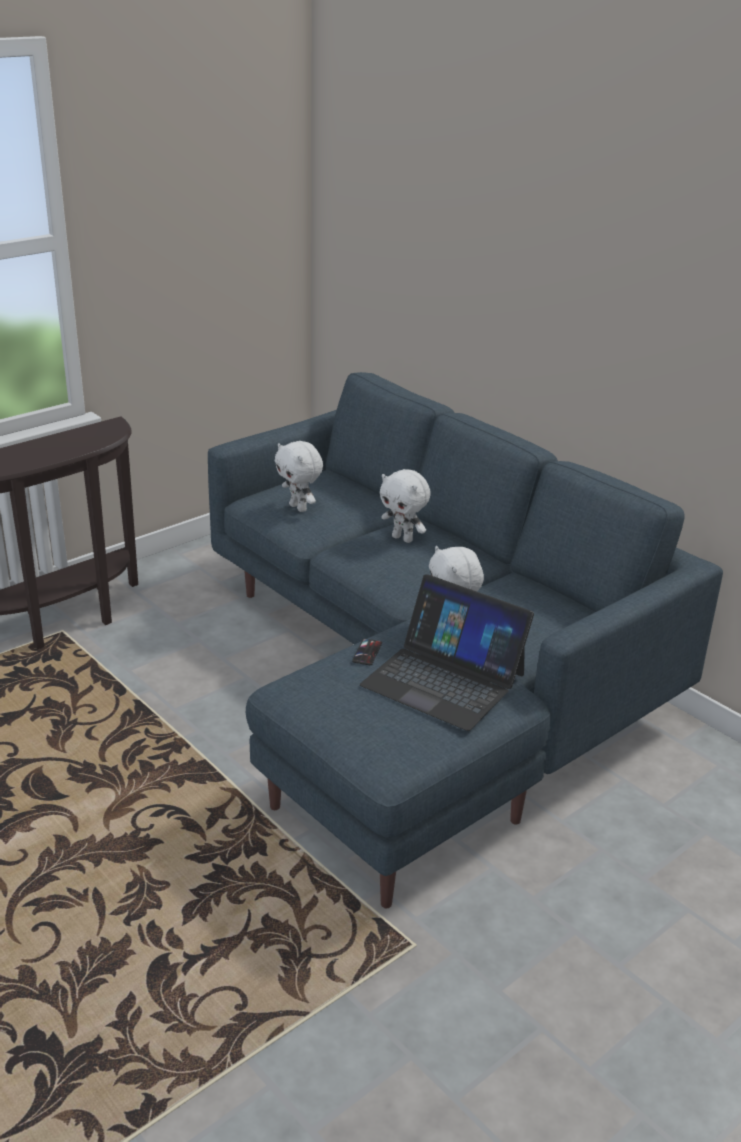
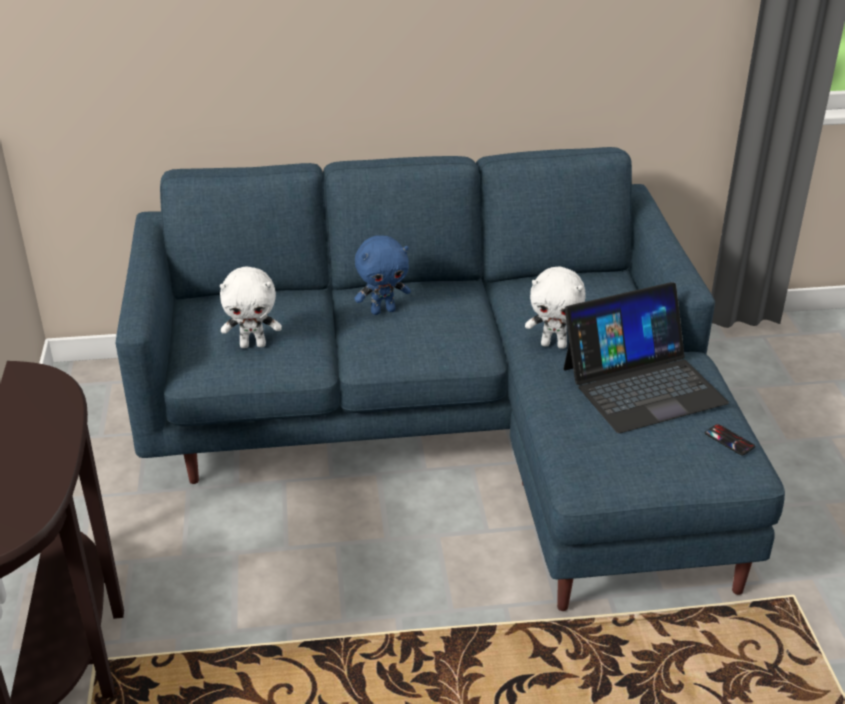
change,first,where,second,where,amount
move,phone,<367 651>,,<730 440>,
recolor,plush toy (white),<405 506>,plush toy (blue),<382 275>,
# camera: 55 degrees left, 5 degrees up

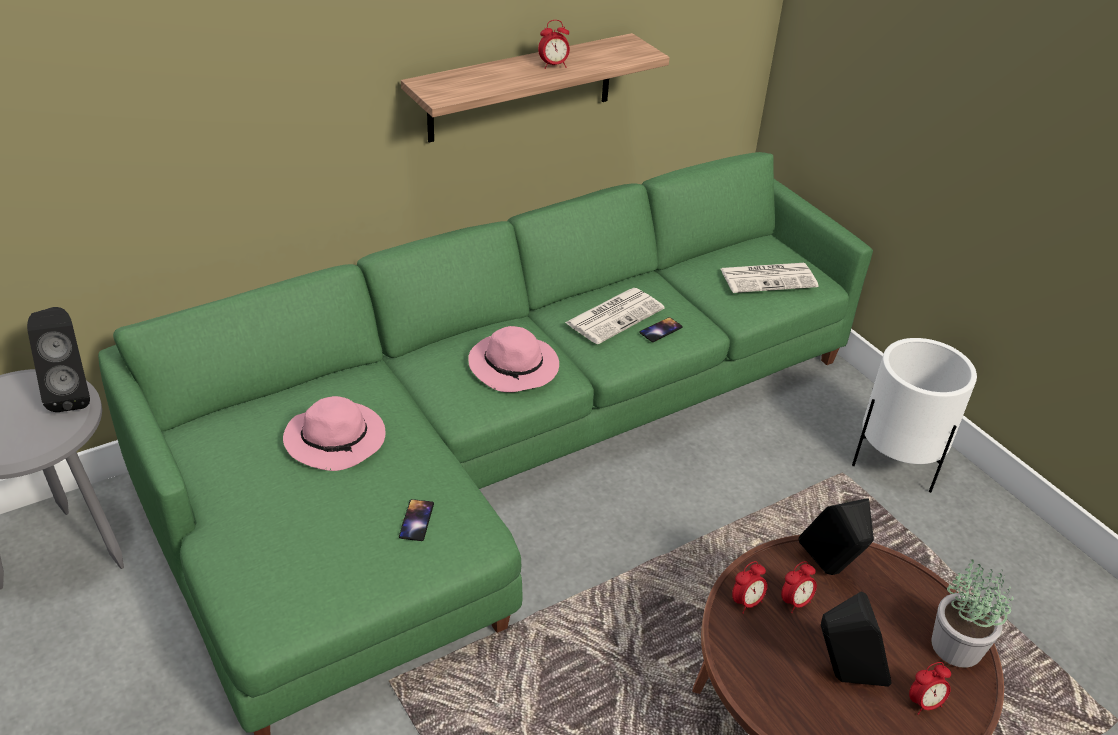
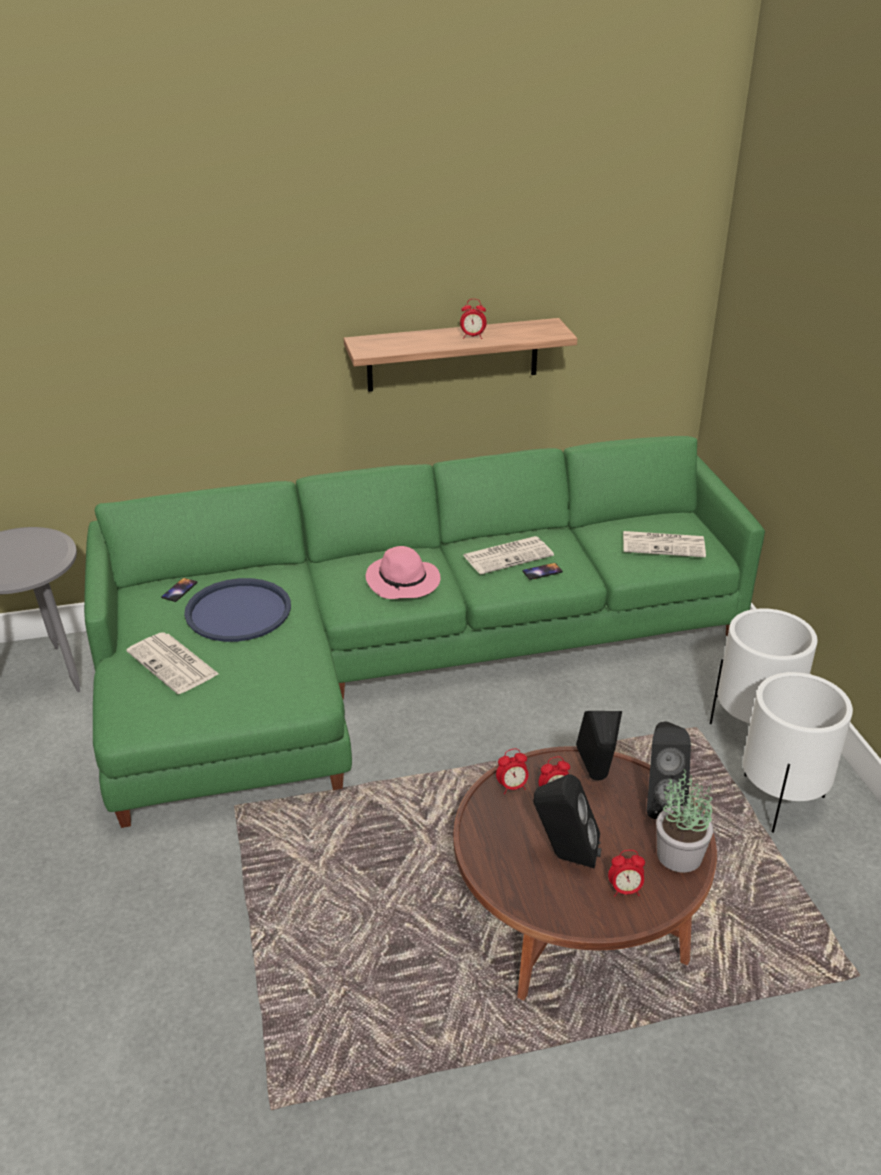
change,first,where,second,where,amount
move,speaker (black),<58 359>,,<669 770>,
replace,hat (pink),<334 433>,tray (blue),<237 610>,
move,phone,<416 520>,,<179 590>,
insert,,,newspaper,<172 663>,
insert,,,planter (white),<798 752>,
# camera: 20 degrees right, 5 degrees down

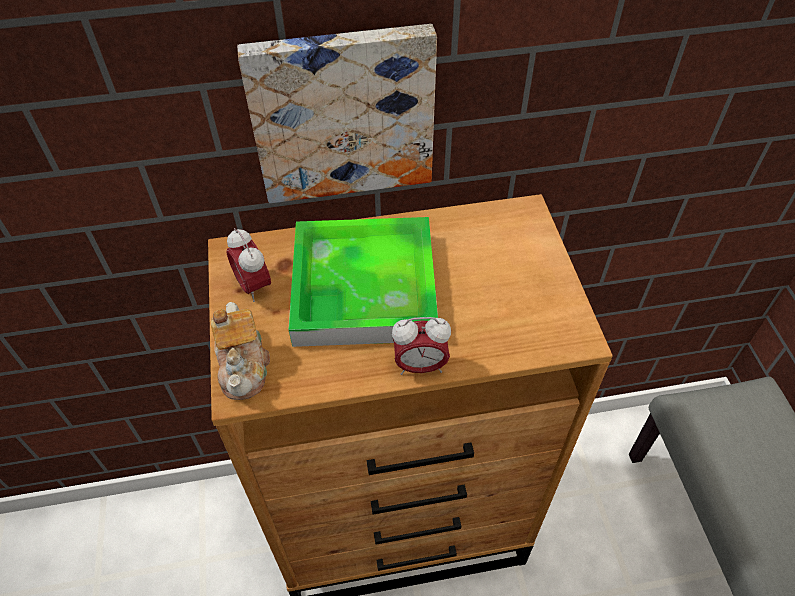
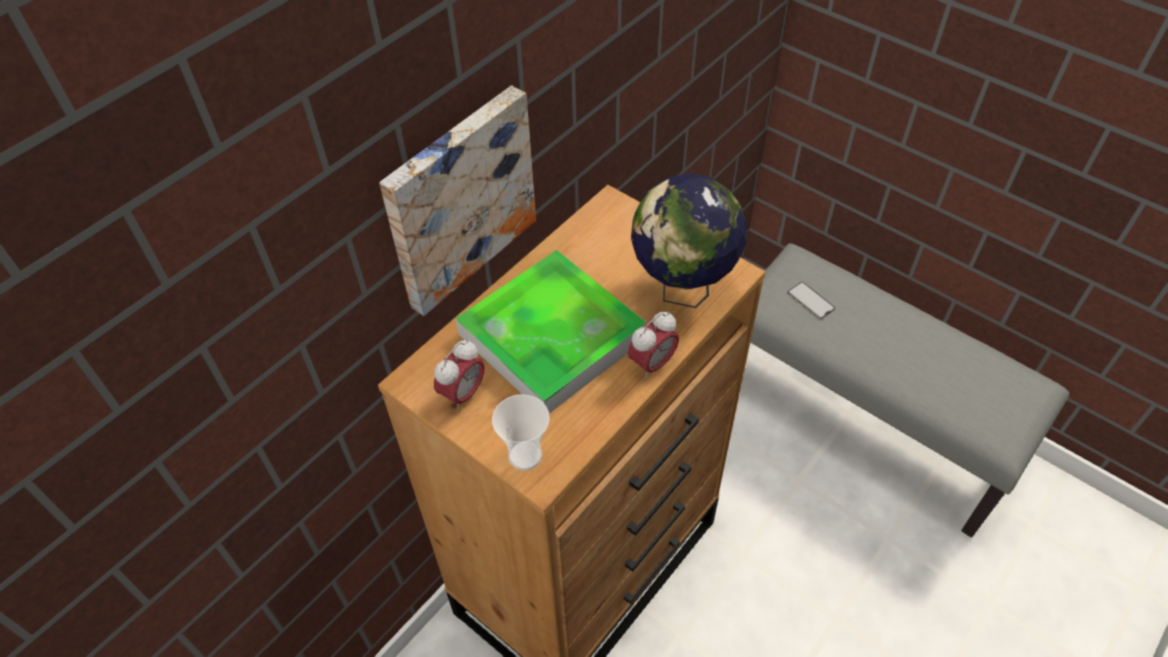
change,first,where,second,where,amount
replace,teapot,<240 351>,cup,<521 432>,
rotate,alarm clock,<248 265>,,<459 375>,75 degrees counterclockwise
insert,,,globe,<689 240>,
insert,,,phone,<811 300>,
# camera: 40 degrees left, 0 degrees up

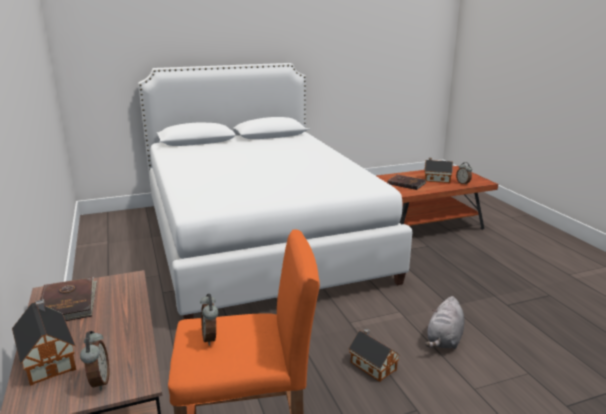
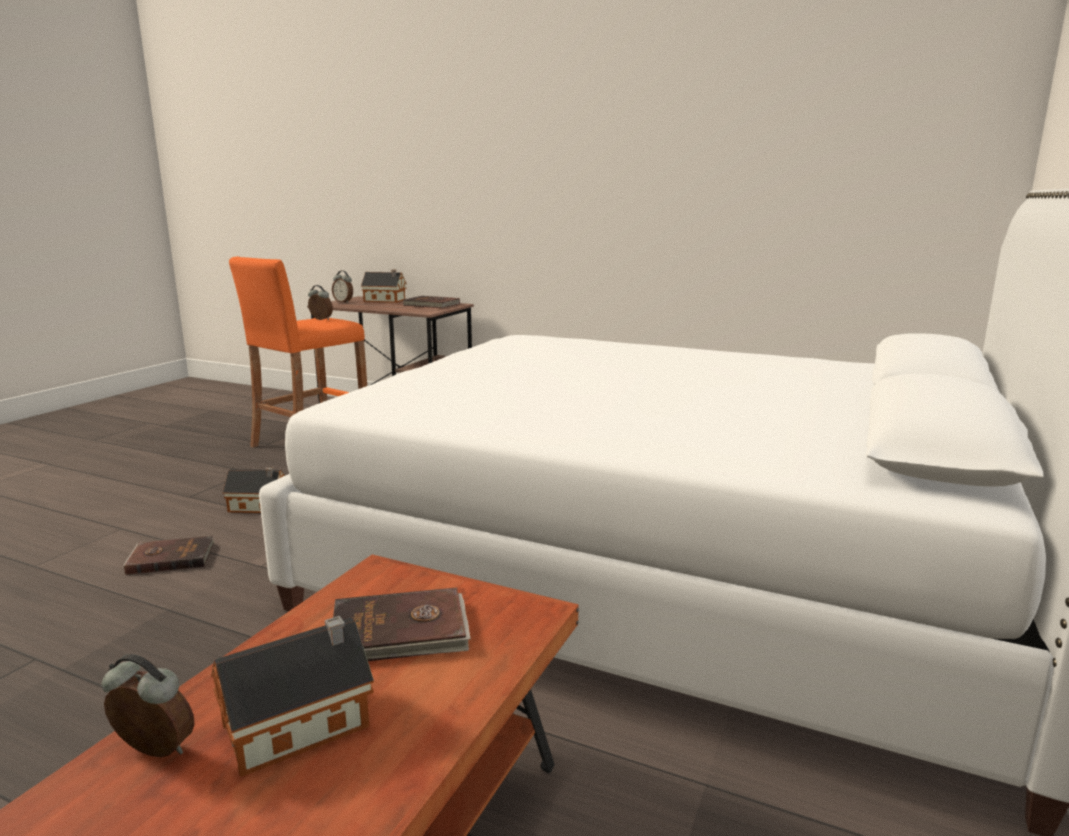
change,first,where,second,where,amount
replace,plush toy (grey),<444 322>,book (brown),<169 555>,
# camera: 135 degrees right, 5 degrees down

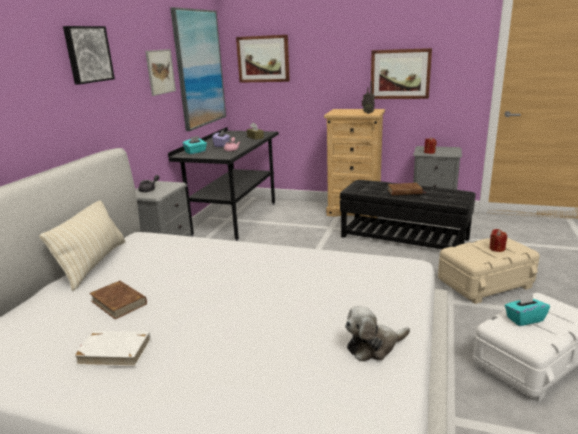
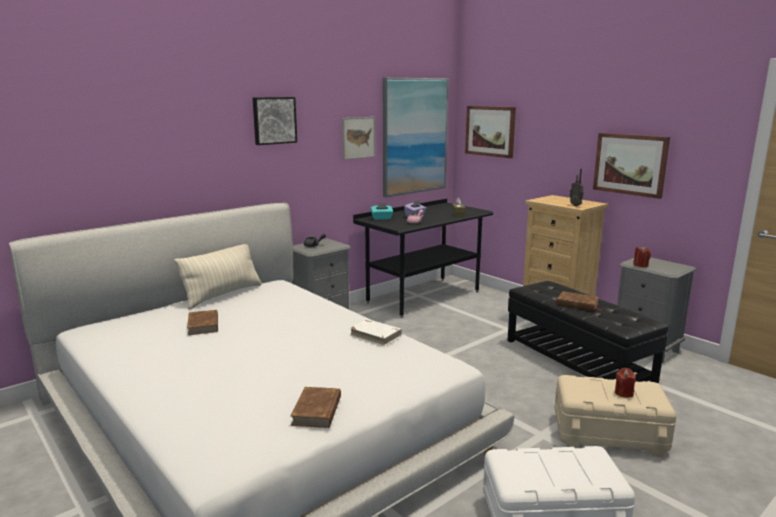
change,first,where,second,where,amount
move,book (white),<112 349>,,<376 332>,
replace,plush toy,<377 333>,book (brown),<315 407>,
delete,tissue box (turquoise),<527 309>,,,
# camera: 30 degrees right, 5 degrees down

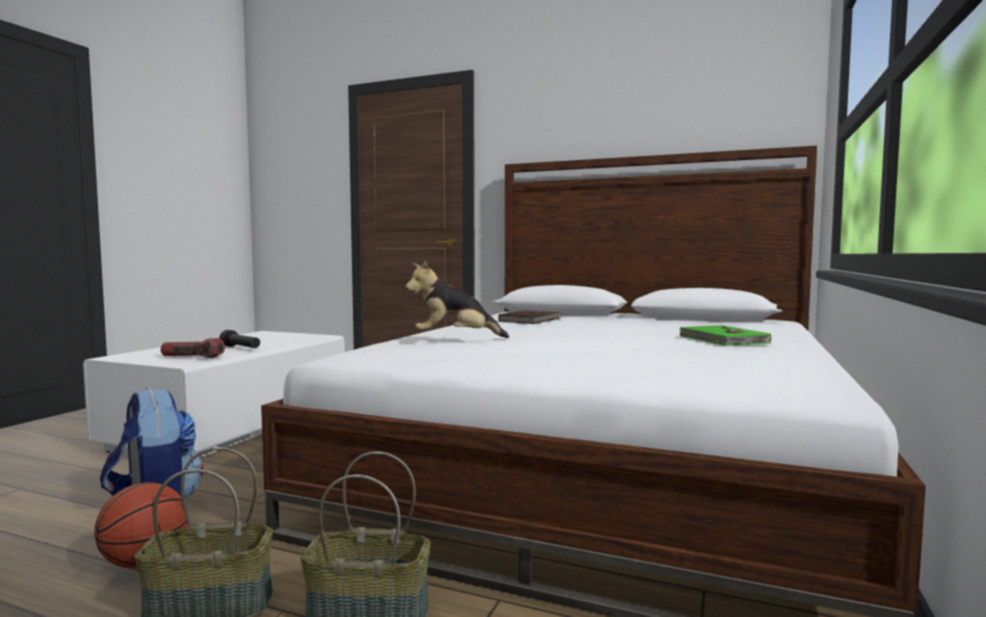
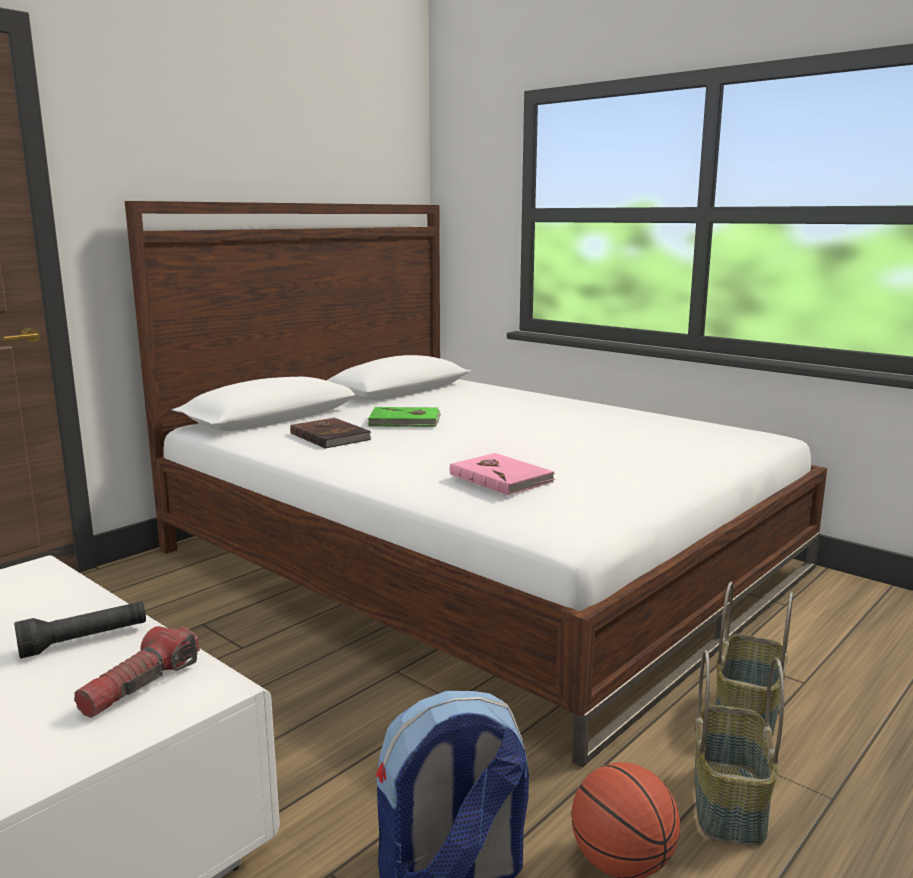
change,first,where,second,where,amount
replace,plush toy,<457 299>,book (pink),<502 474>,
move,book (green),<725 335>,,<404 417>,
# camera: 70 degrees left, 10 degrees up

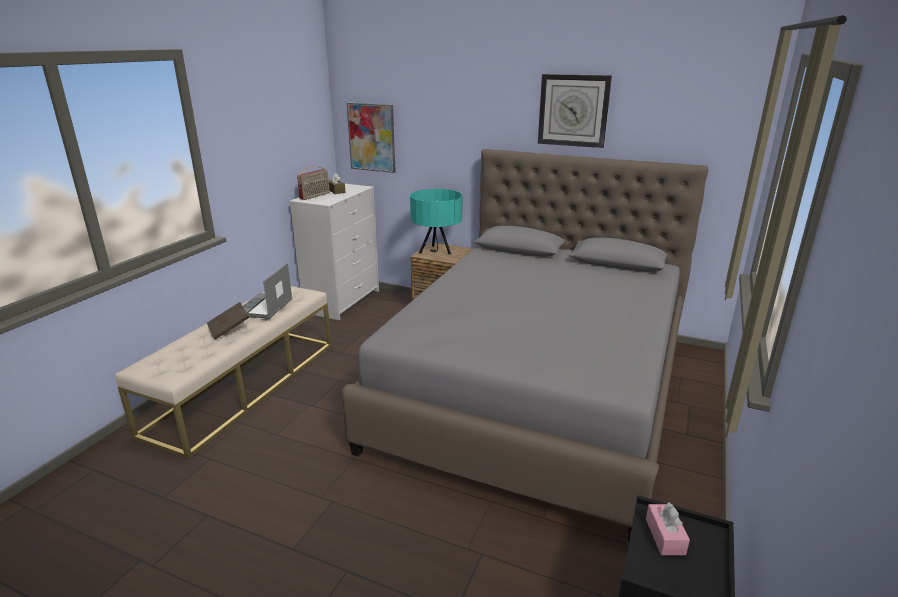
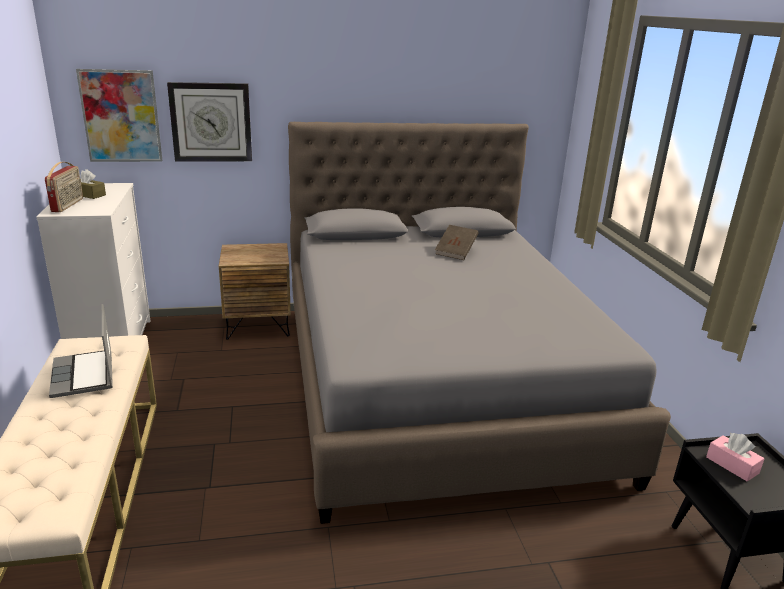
change,first,where,second,where,amount
move,book (brown),<228 321>,,<457 242>,
delete,table lamp (turquoise),<436 222>,,,
move,wall clock,<575 111>,,<209 122>,
# camera: 35 degrees left, 0 degrees up

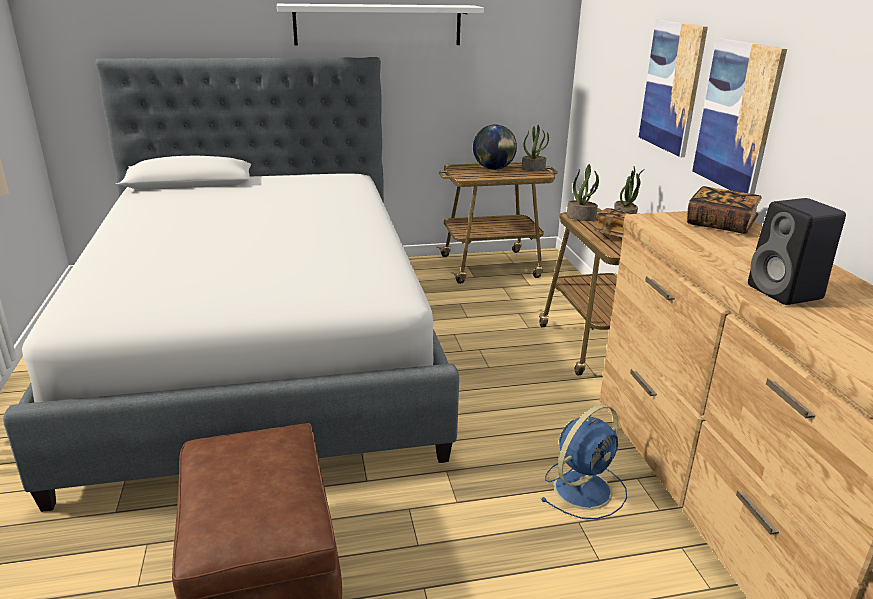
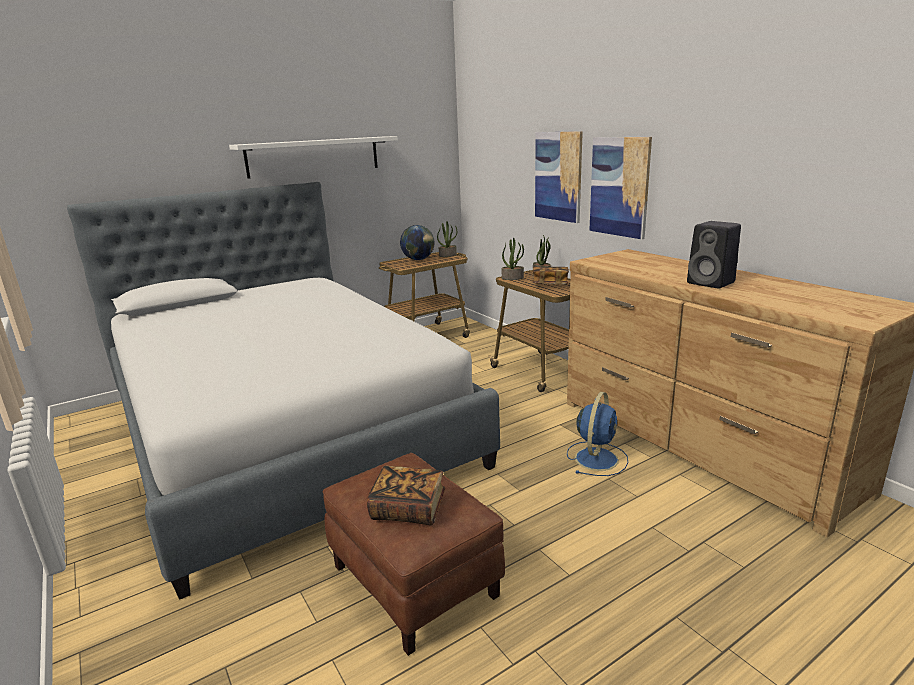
change,first,where,second,where,amount
move,book,<724 210>,,<406 495>,
# camera: 20 degrees left, 5 degrees down

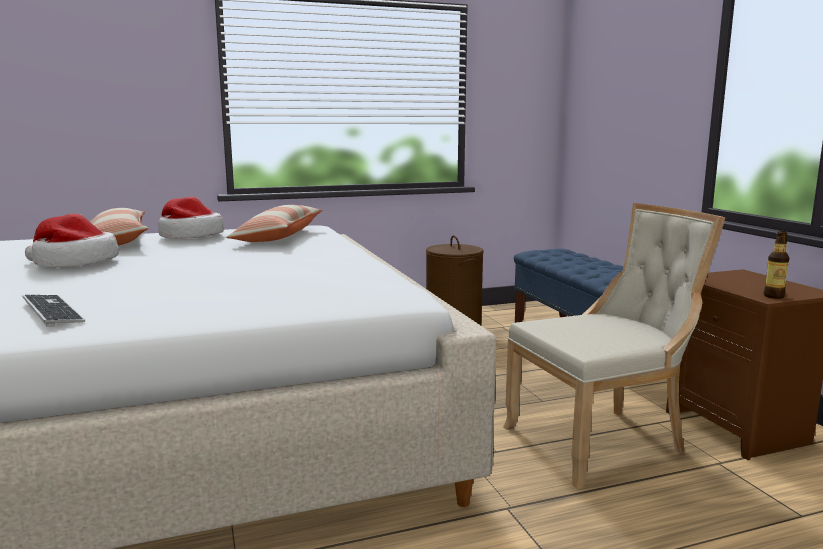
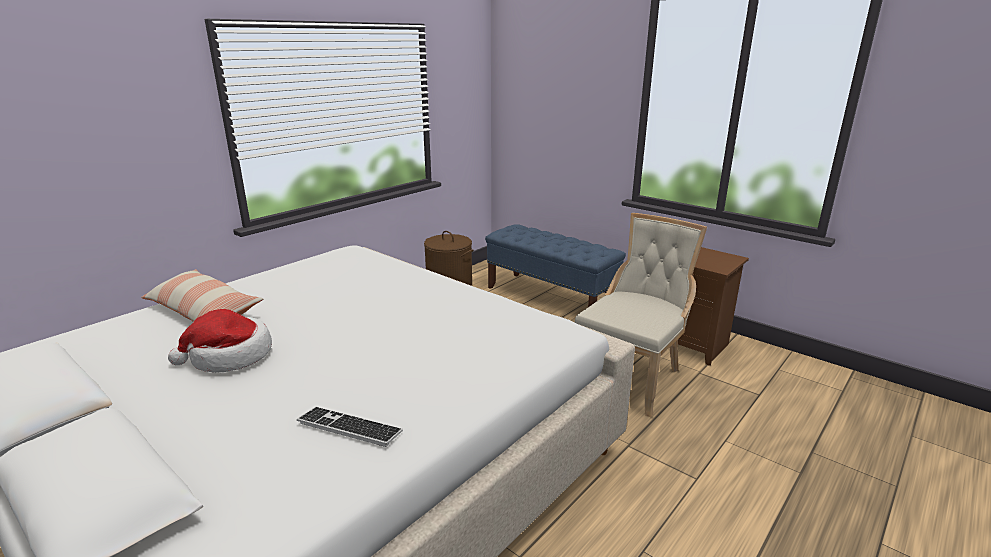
change,first,where,second,where,amount
delete,hat,<191 218>,,,
delete,pillow,<274 223>,,,
delete,bottle,<776 265>,,,
# camera: 30 degrees left, 10 degrees up

